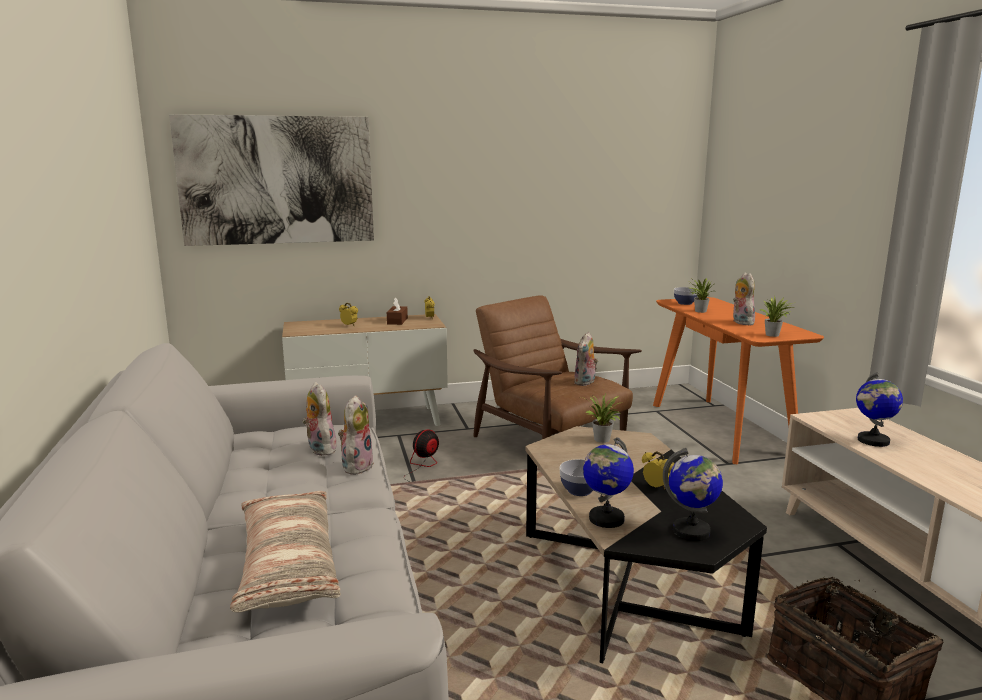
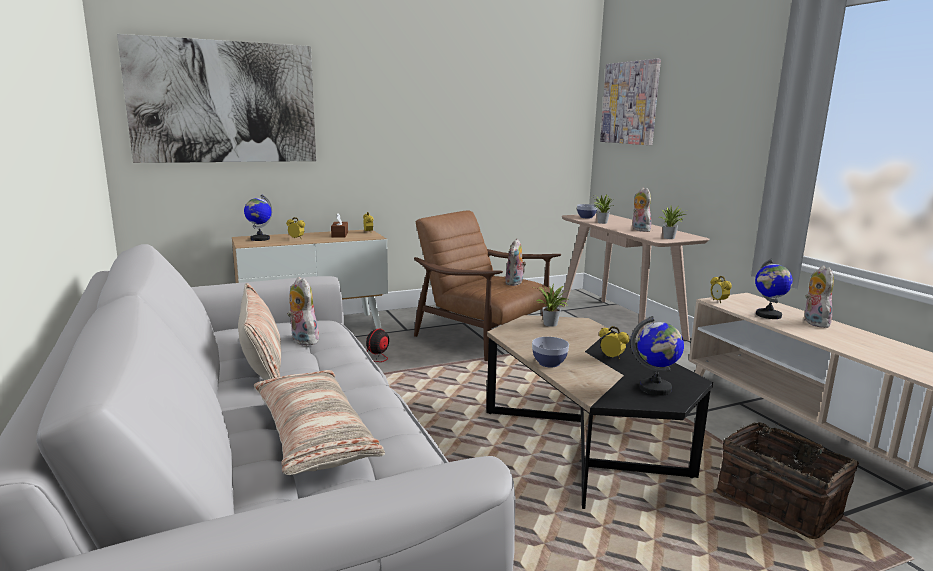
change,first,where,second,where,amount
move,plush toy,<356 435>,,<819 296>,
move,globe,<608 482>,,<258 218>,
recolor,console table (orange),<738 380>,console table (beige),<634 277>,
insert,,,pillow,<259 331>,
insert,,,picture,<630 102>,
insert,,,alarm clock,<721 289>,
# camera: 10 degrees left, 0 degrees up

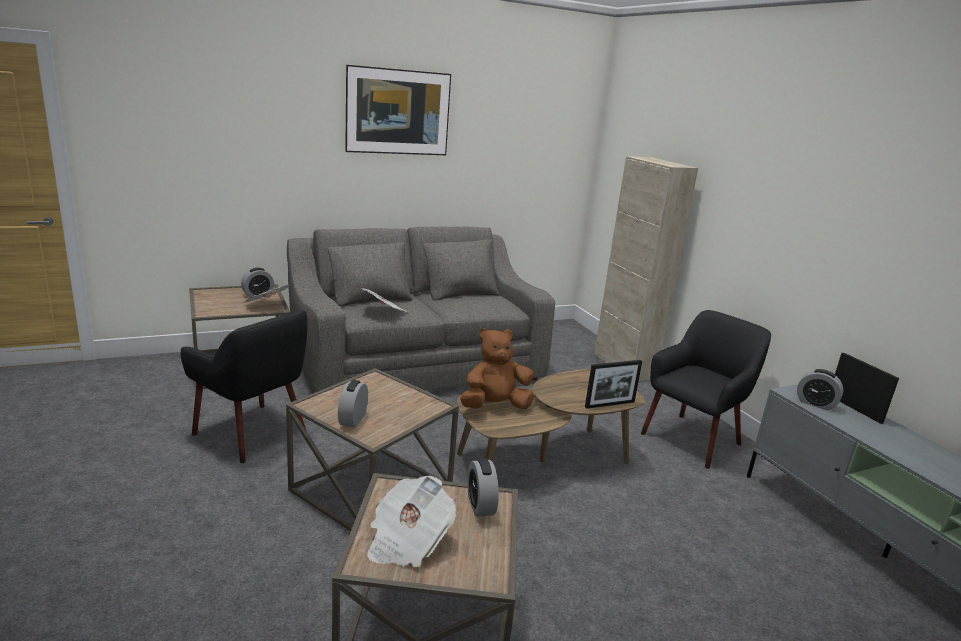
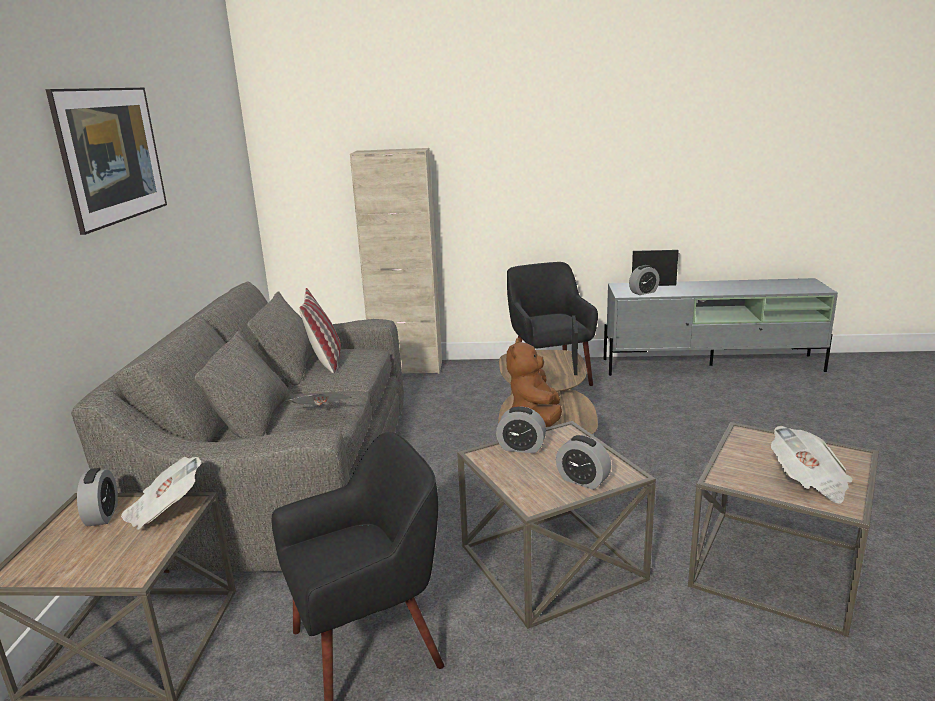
change,first,where,second,where,amount
move,alarm clock,<483 487>,,<521 430>,
insert,,,pillow,<320 331>,
# camera: 60 degrees left, 0 degrees up

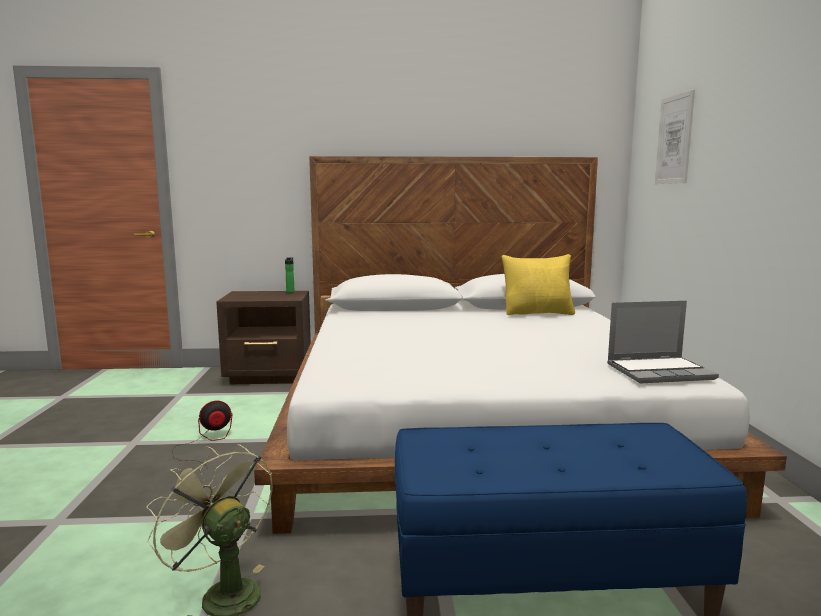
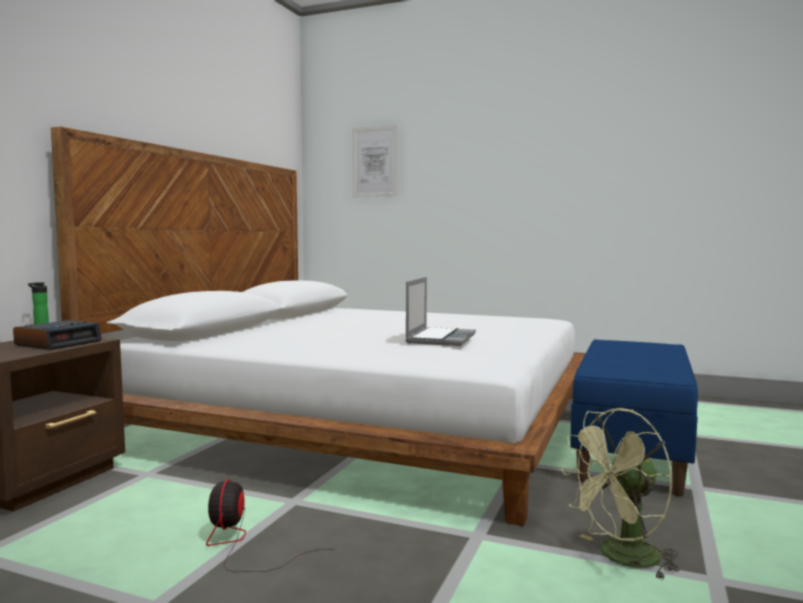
change,first,where,second,where,amount
delete,pillow (yellow),<538 284>,,,
move,laptop,<663 342>,,<440 311>,
insert,,,alarm clock,<57 335>,
# camera: 65 degrees left, 5 degrees down

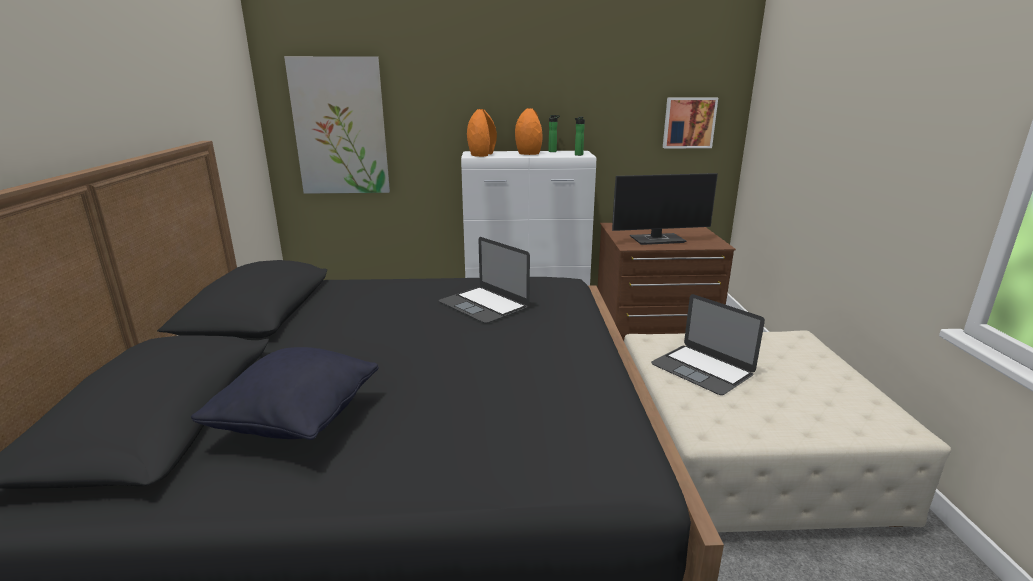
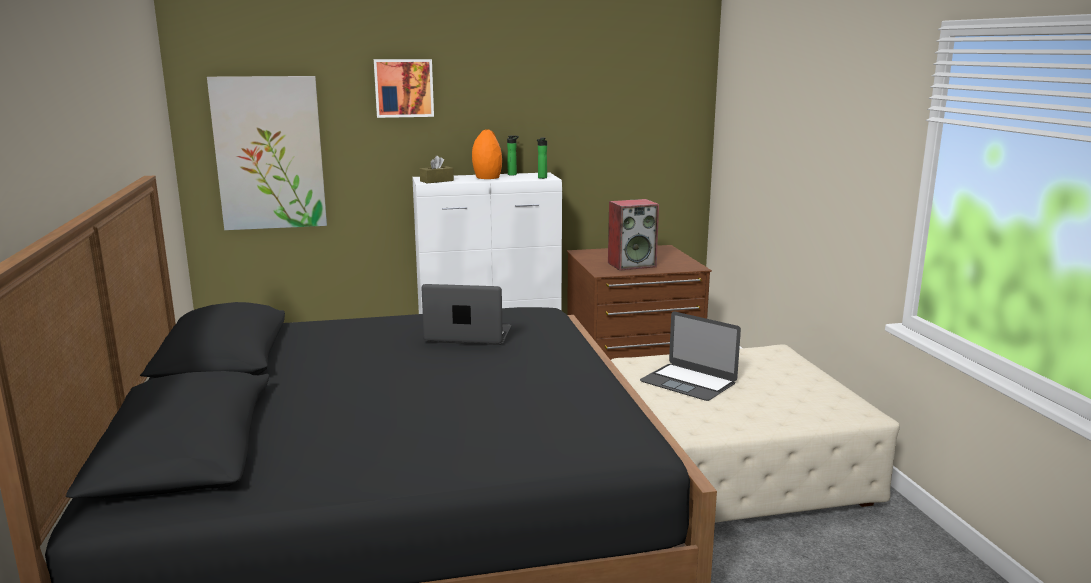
change,first,where,second,where,amount
delete,pillow (black),<285 393>,,,
rotate,laptop,<484 280>,,<466 314>,150 degrees clockwise
replace,vase (orange),<482 133>,tissue box (brown),<437 169>,
replace,monitor,<665 209>,speaker,<633 235>,
move,picture,<690 122>,,<404 88>,
# camera: 10 degrees left, 5 degrees down

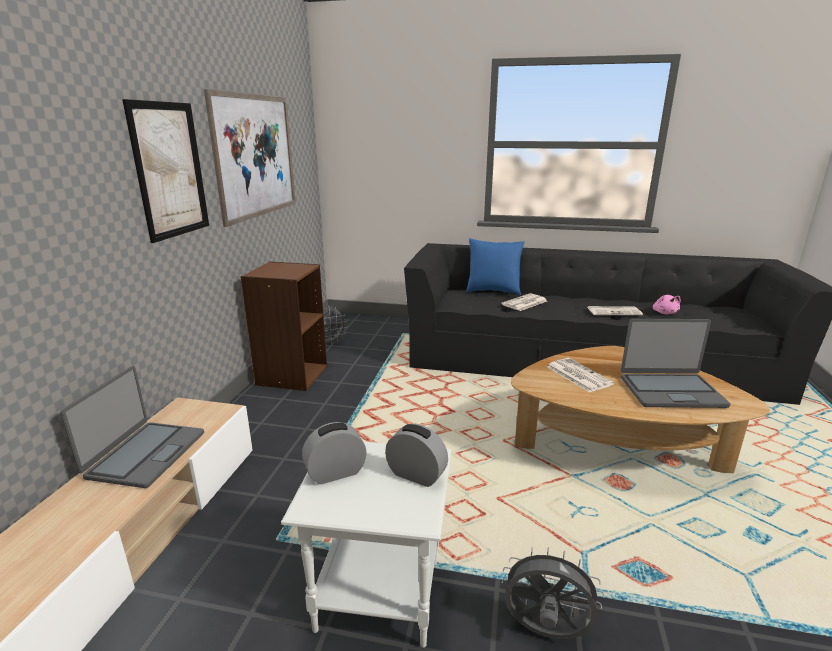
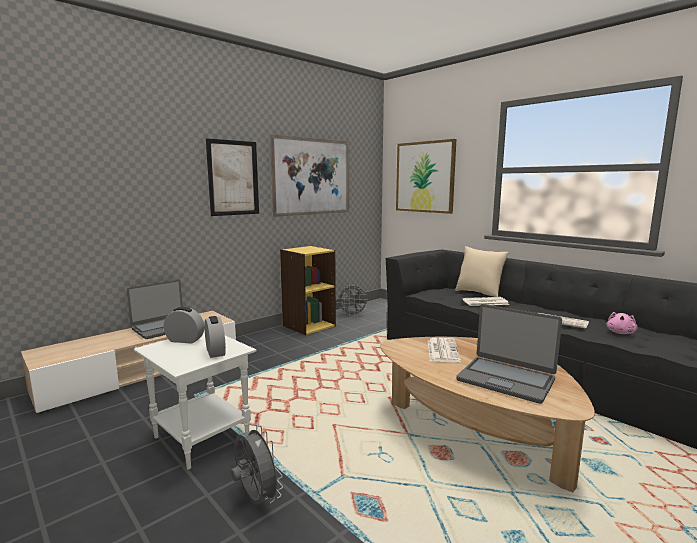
change,first,where,second,where,amount
recolor,bookcase (brown),<283 326>,bookcase (yellow),<308 290>,
recolor,pillow (blue),<495 267>,pillow (beige),<482 271>,
insert,,,picture,<426 176>,
# camera: 35 degrees right, 10 degrees down

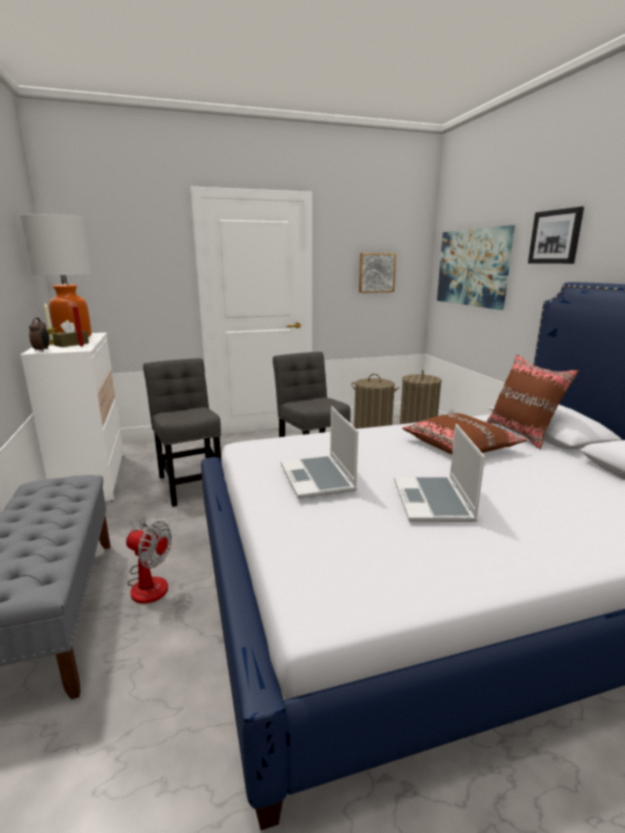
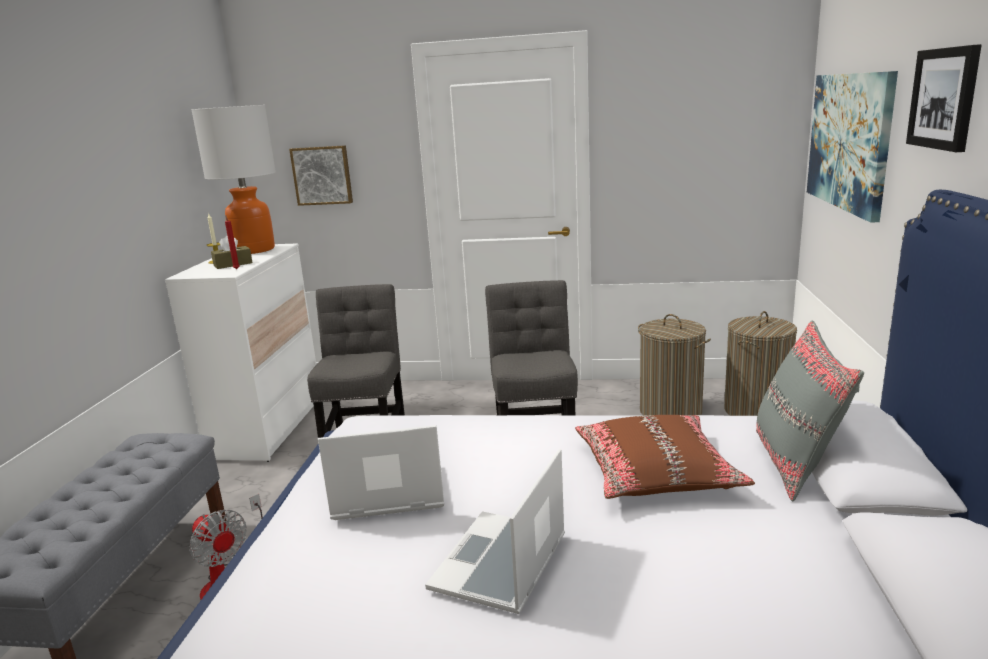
change,first,where,second,where,amount
delete,alarm clock,<39 335>,,,
rotate,laptop,<319 452>,,<381 472>,75 degrees clockwise
move,picture,<377 273>,,<321 175>,
recolor,pillow (brown),<532 401>,pillow (grey),<810 411>,
# camera: 25 degrees right, 0 degrees up

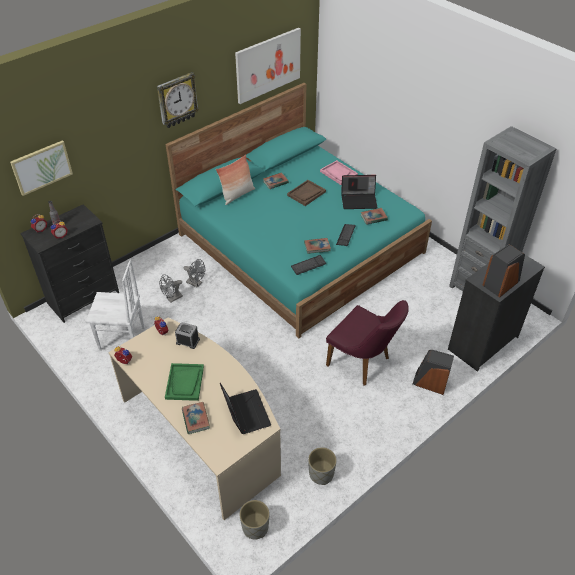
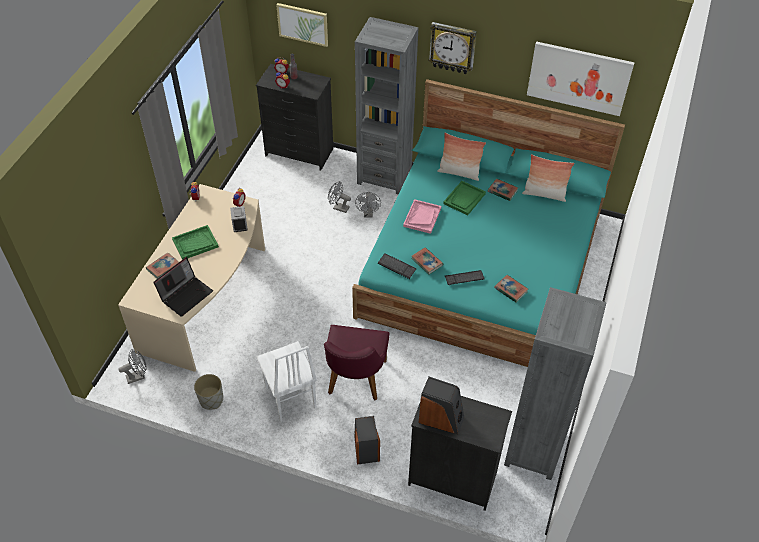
change,first,where,second,where,amount
move,chair (white),<115 305>,,<286 381>,
replace,planter (grey),<254 519>,fan (grey),<132 366>,
delete,tray (brown),<306 193>,,,
move,tray (pink),<339 172>,,<422 216>,
delete,laptop,<359 192>,,,
insert,,,bookcase (grey),<386 106>,
insert,,,tray (green),<464 198>,
insert,,,pillow,<548 178>,
# camera: 60 degrees right, 5 degrees up

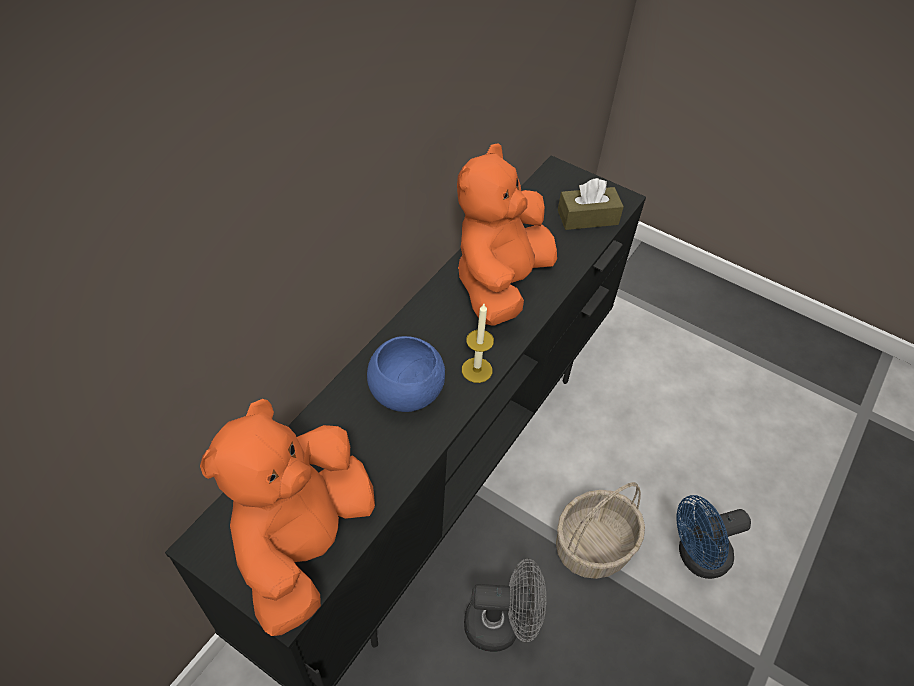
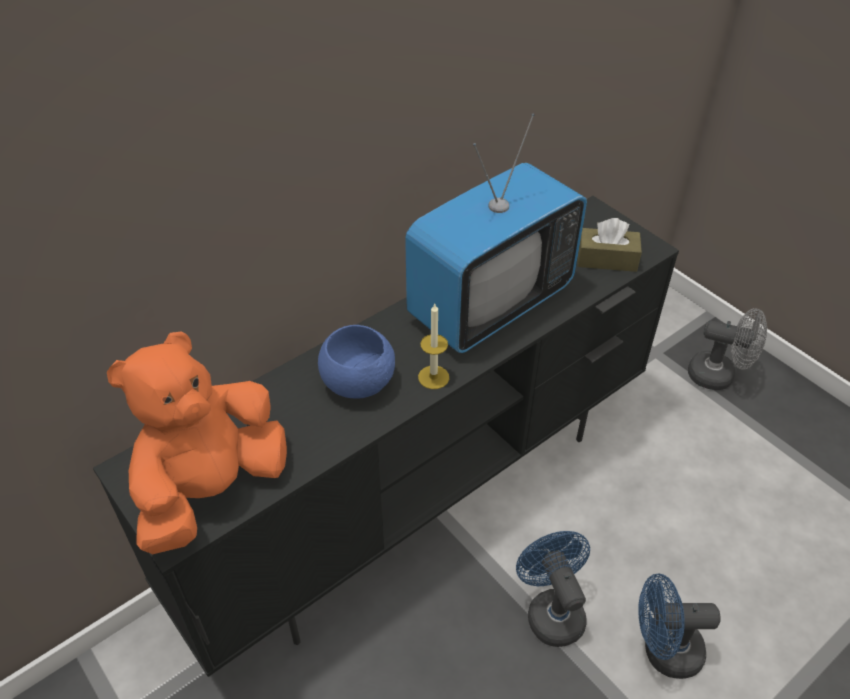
change,first,where,second,where,amount
replace,plush toy (orange),<507 234>,television,<496 233>,
move,fan (grey),<505 605>,,<727 349>,
replace,basket,<600 530>,fan (blue),<553 589>,
# camera: 20 degrees right, 5 degrees down

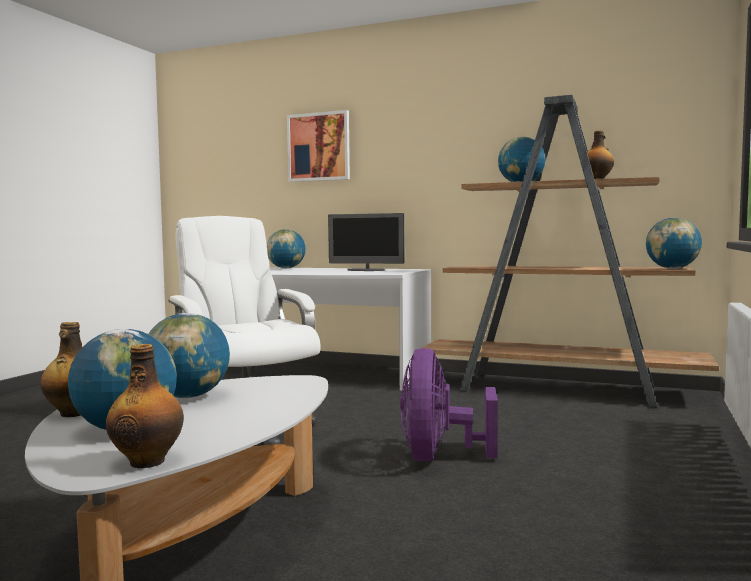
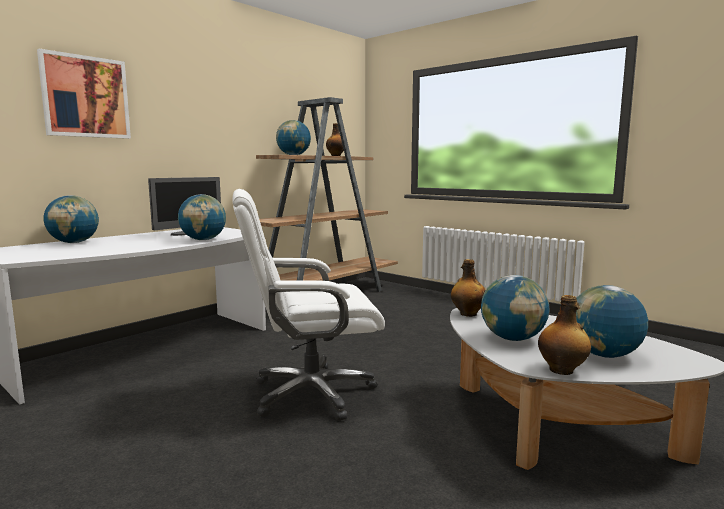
change,first,where,second,where,amount
move,bottle,<145 406>,,<468 288>,
delete,fan (purple),<449 404>,,,
move,globe,<674 243>,,<202 217>,
# camera: 70 degrees left, 5 degrees up

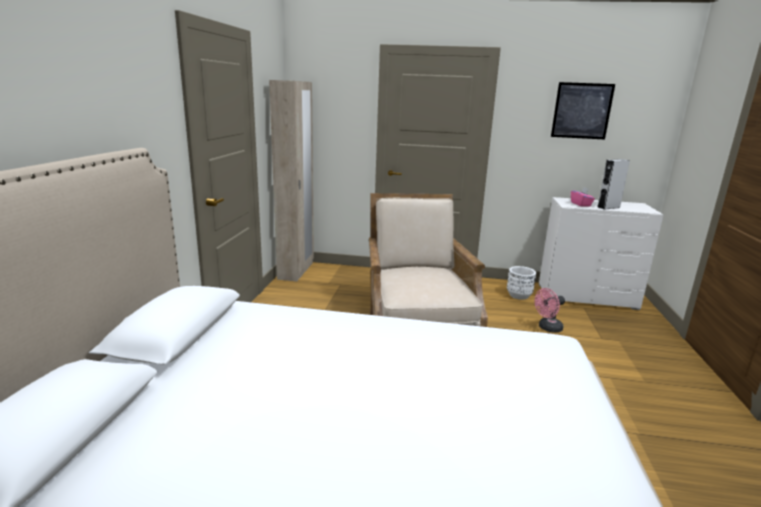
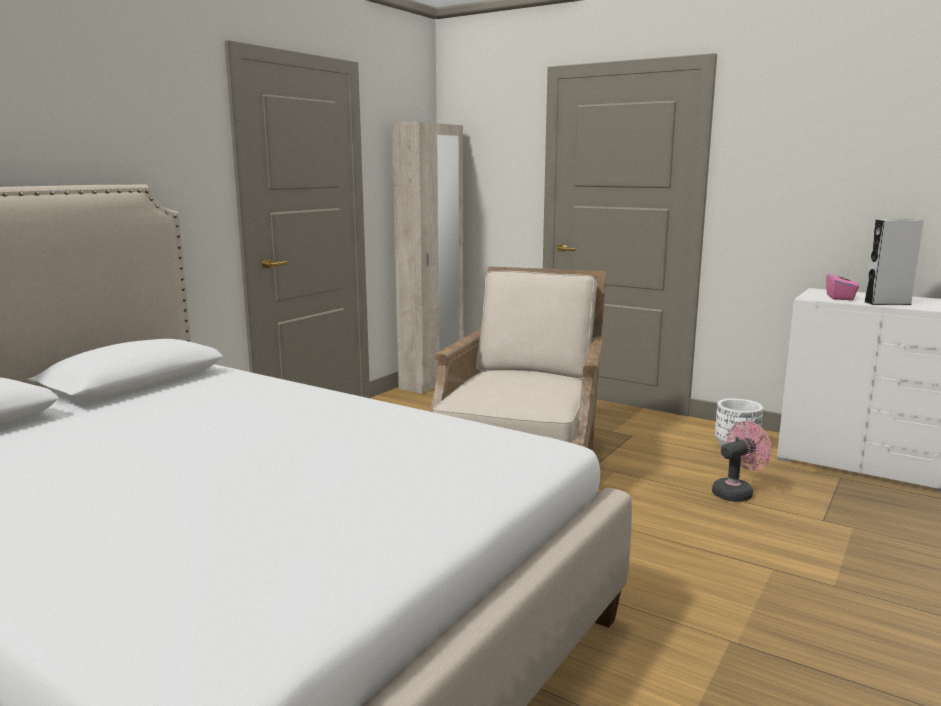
change,first,where,second,where,amount
rotate,fan (pink),<549 310>,,<742 461>,150 degrees clockwise
delete,picture,<583 110>,,,
# camera: 25 degrees right, 5 degrees down

